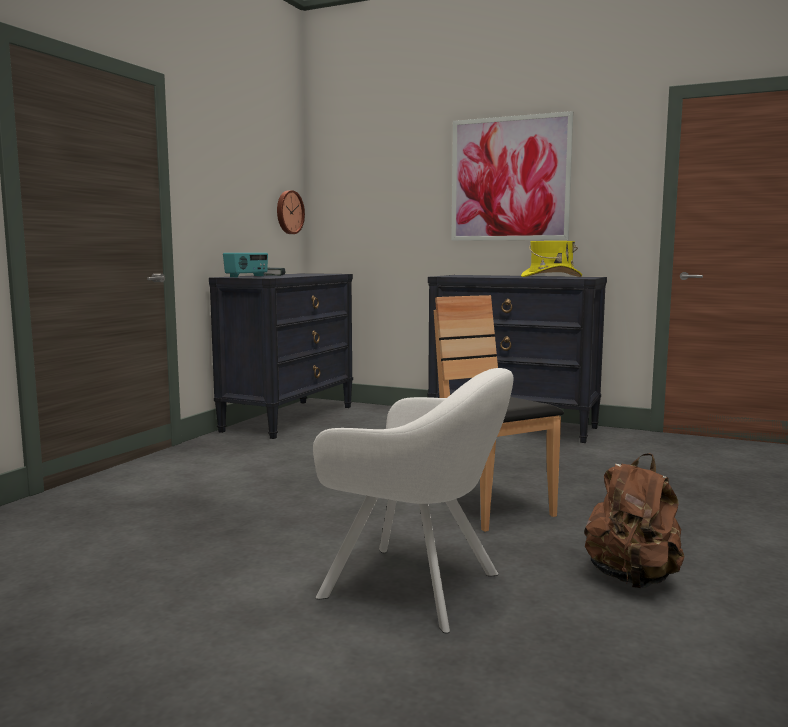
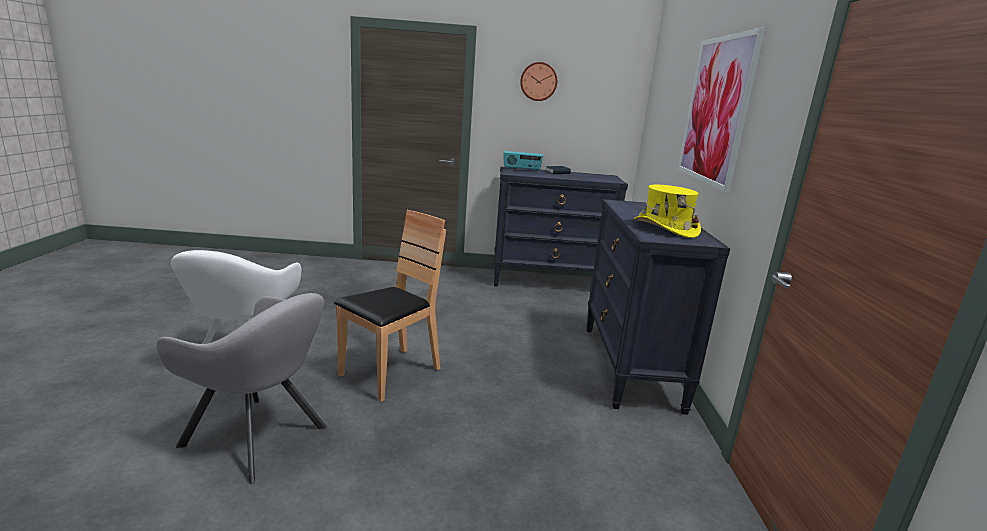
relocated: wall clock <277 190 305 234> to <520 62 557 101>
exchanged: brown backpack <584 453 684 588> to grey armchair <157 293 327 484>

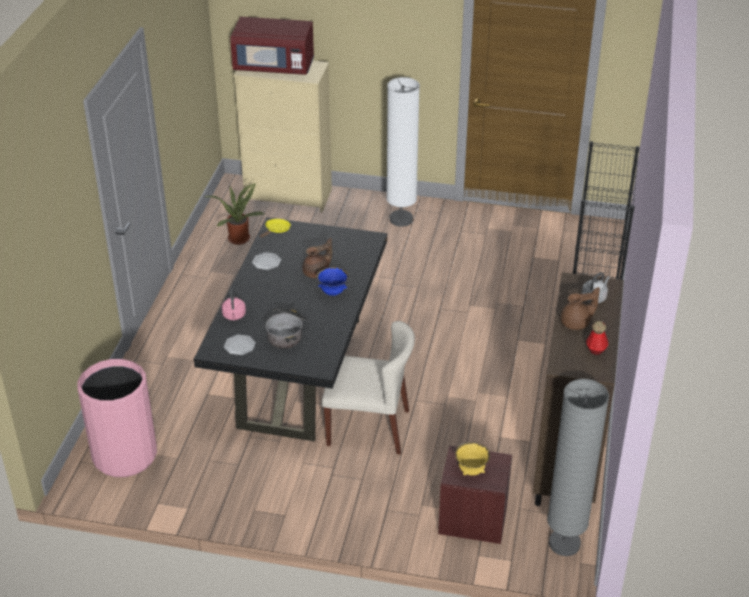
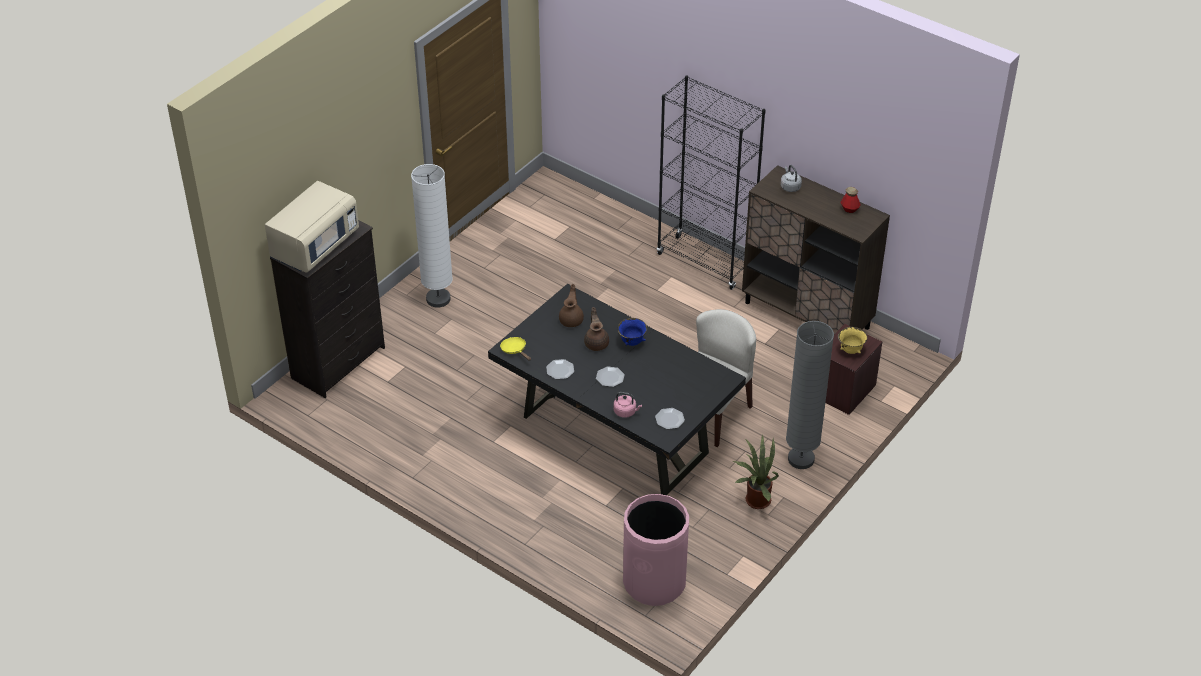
missing: cooking pot <265 308 308 349>
appeared: plate <596 366 625 387>
relocated: brown teapot <560 287 600 330> to <559 284 584 327>; potted plant <205 183 264 245> to <732 434 779 509>; grey floor lamp <547 379 609 556> to <786 321 834 469>
colour: red microwave <230 17 314 75> to beige microwave <265 181 359 273>; beige dresser <233 61 332 213> to black dresser <270 220 385 398>

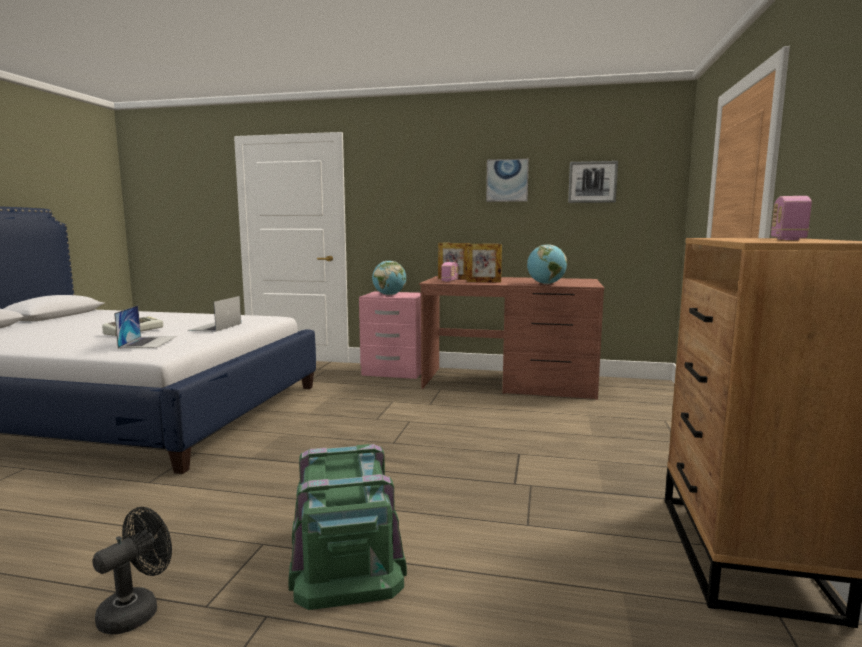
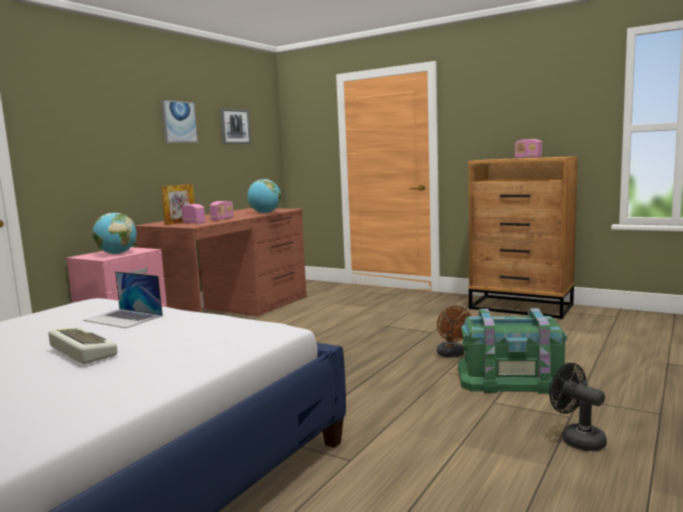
missing: laptop <114 305 177 348>
appeared: brown fan <437 306 471 357>
exchanged: picture frame <467 244 502 283> to radio <209 201 234 221>

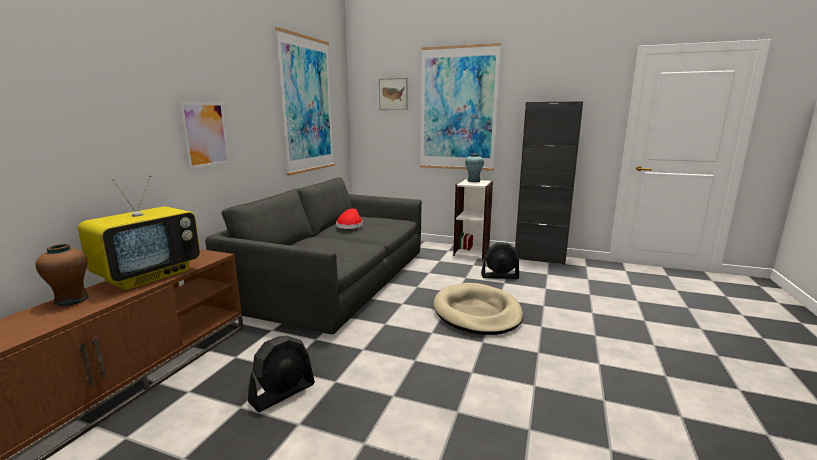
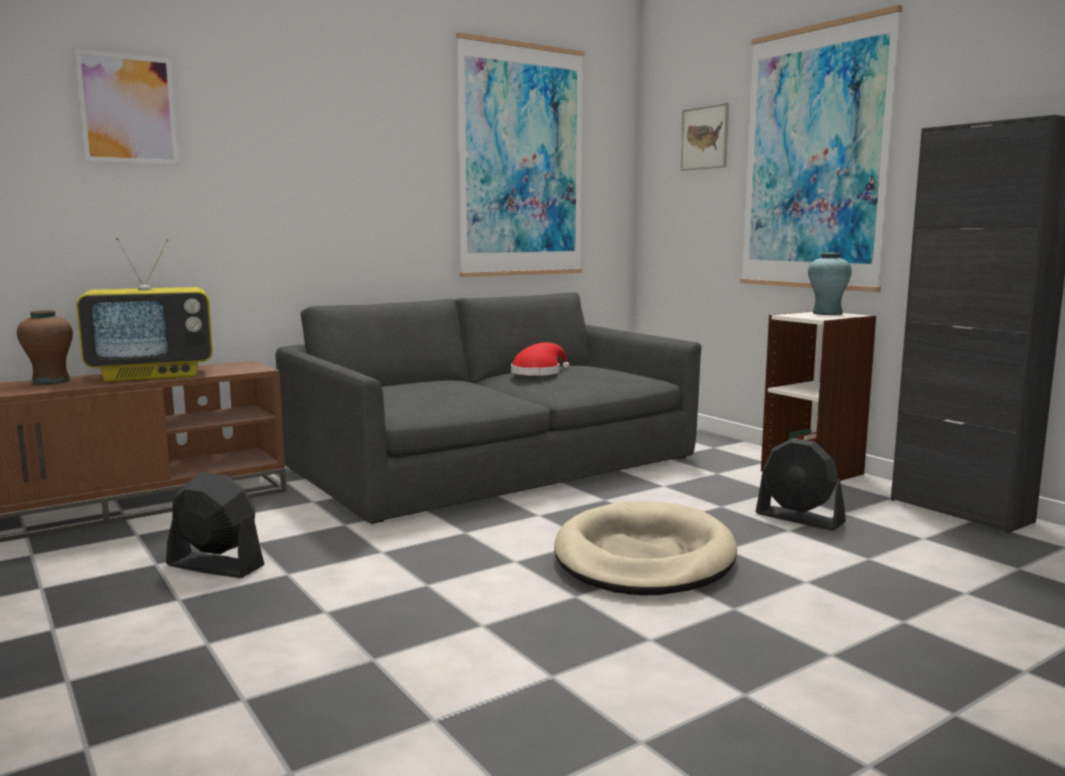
relocated: picture <179 101 230 169> to <74 49 179 165>
spun: black fan <248 336 315 412> = <166 472 264 578> 150 degrees counterclockwise

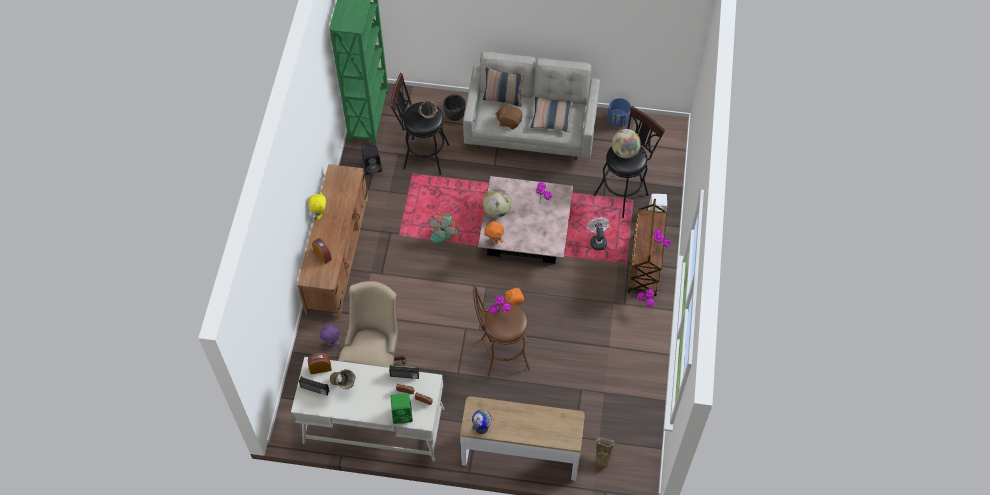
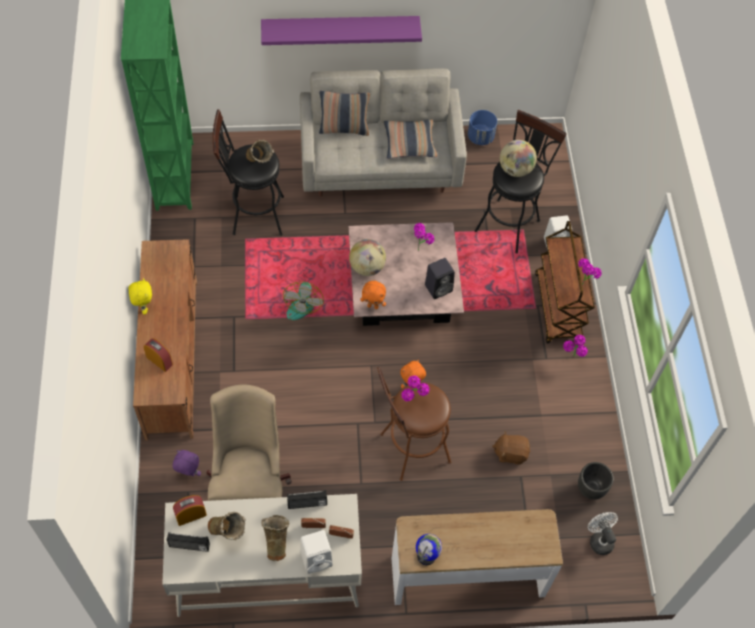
appeared: purple shelf <261 16 422 45>
relocated: beige vase <596 436 615 468> to <261 515 289 561>; black speaker <362 145 382 175> to <425 258 455 299>; brown plush toy <496 103 522 129> to <492 431 530 465>; black planter <443 94 466 121> to <578 462 614 500>; white fan <587 218 610 251> to <588 512 618 555>
colour: green speaker <391 393 413 424> to white speaker <301 530 333 574>

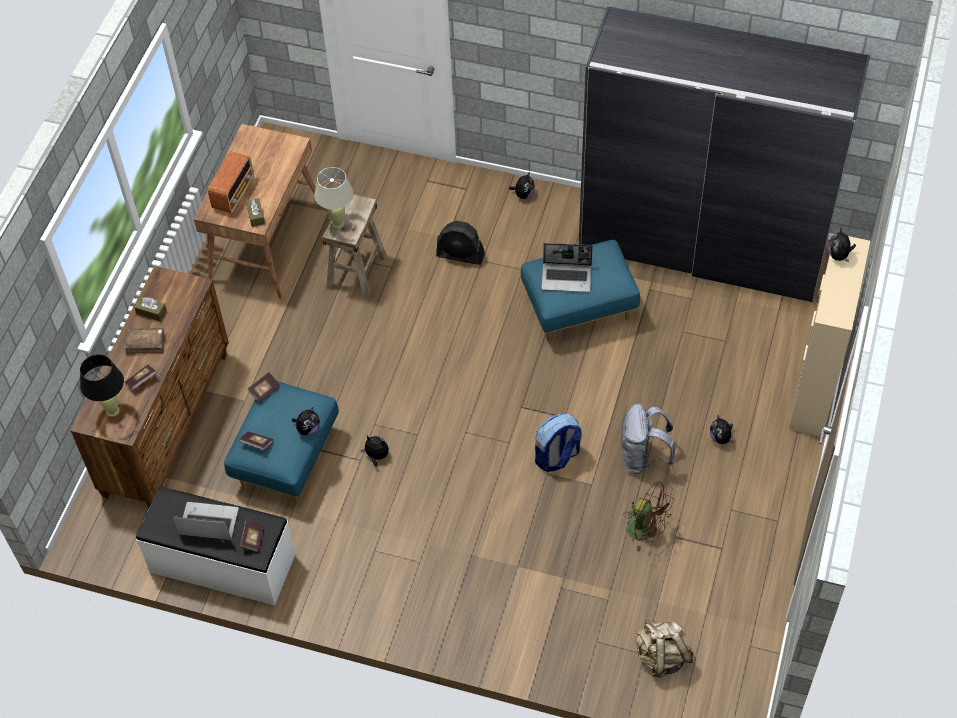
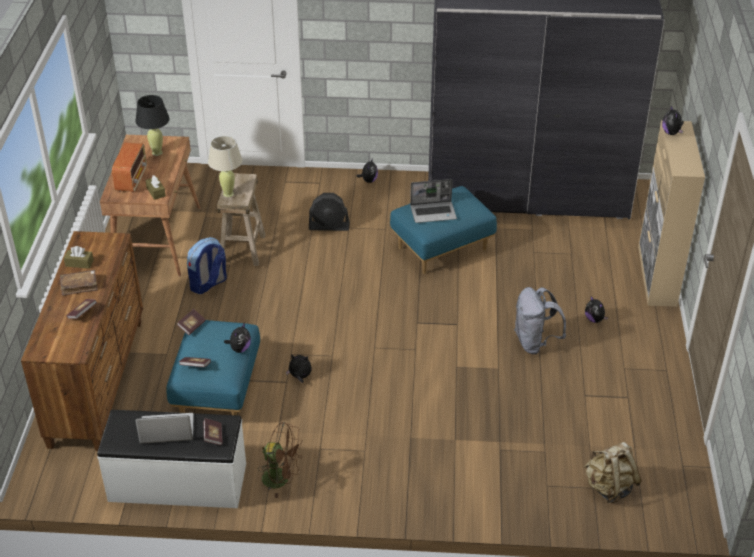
relocated: black table lamp <80 354 124 417> to <135 95 170 156>; backpack <535 413 582 472> to <187 237 227 294>; brown fan <623 481 674 551> to <257 422 303 498>

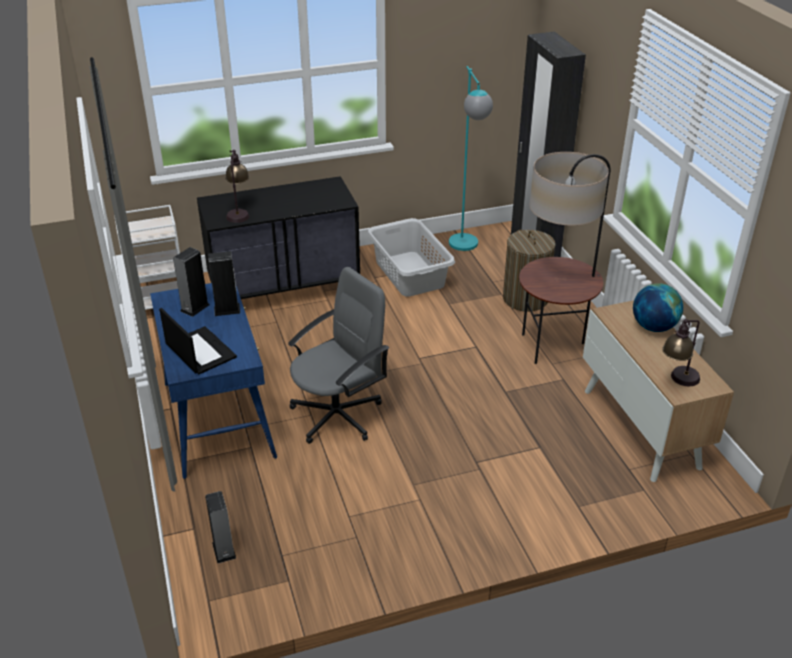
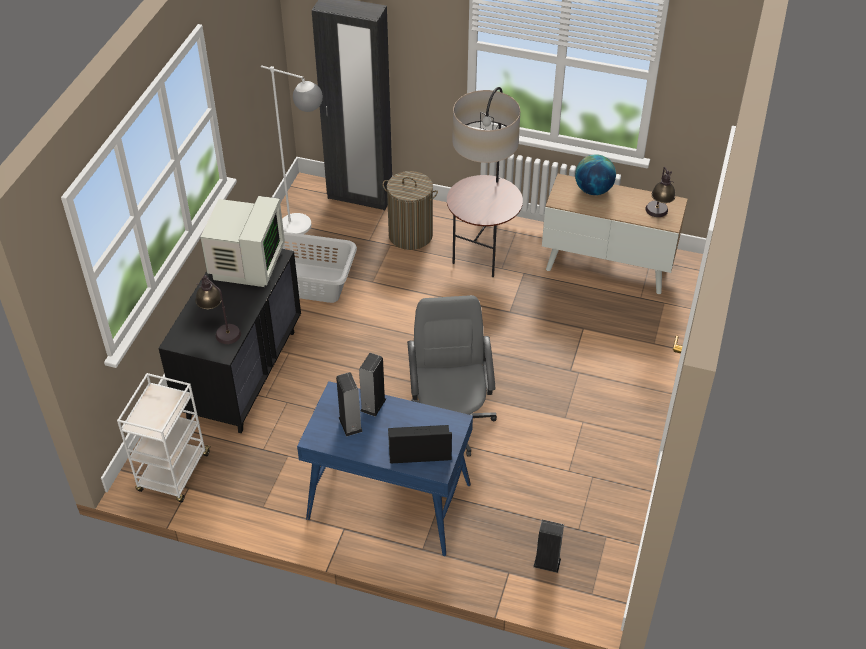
appeared: monitor <200 196 285 287>
colour: turquoise floor lamp <449 66 493 251> to white floor lamp <261 65 323 234>

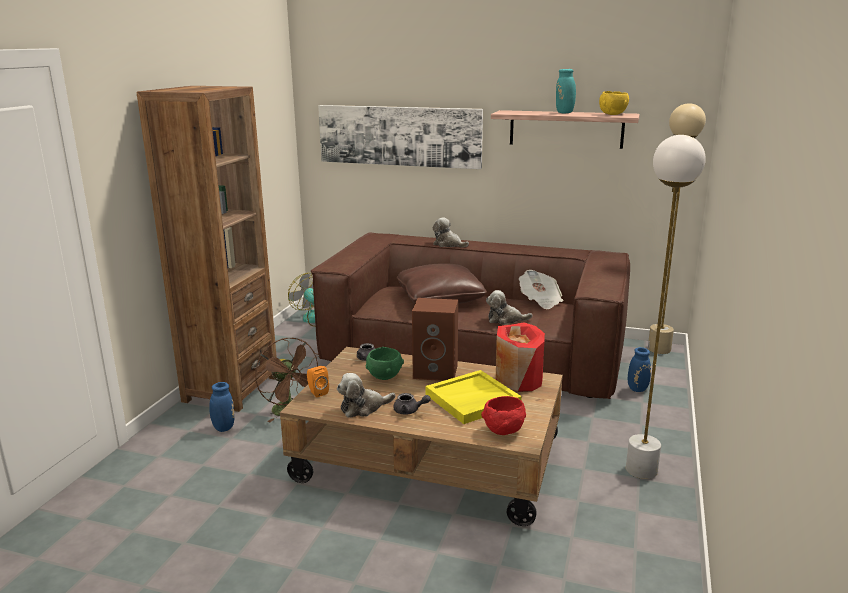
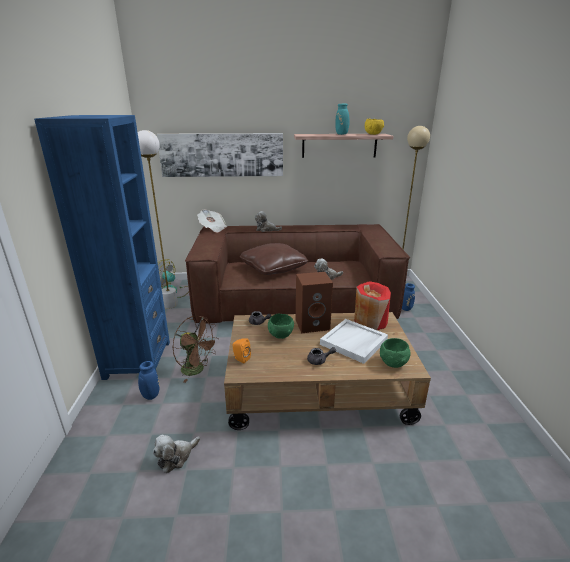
relocated: white floor lamp <626 135 706 479> to <138 130 178 308>; plush toy <337 373 395 418> to <153 435 200 473>; newspaper <519 270 563 309> to <197 210 227 233>
colour: brown bookcase <136 86 277 412> to blue bookcase <34 115 170 380>; yellow tray <425 370 522 424> to white tray <320 319 388 364>; red bowl <481 396 526 435> to green bowl <380 338 411 368>

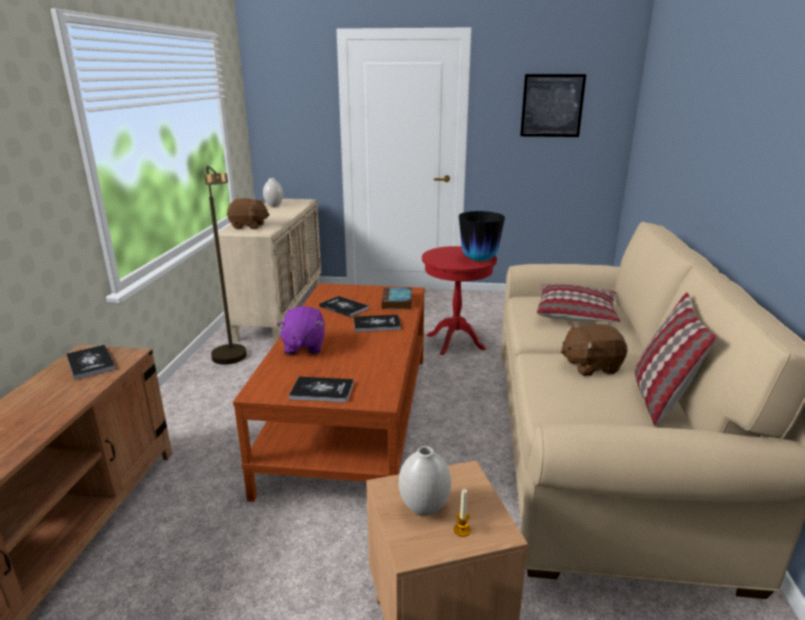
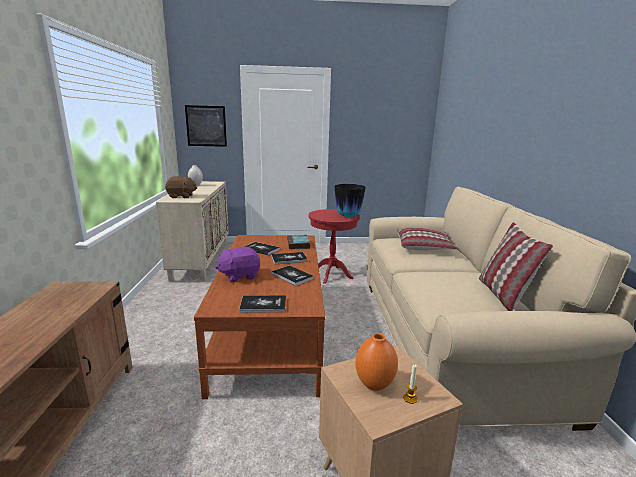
missing: brown floor lamp <204 165 247 365>; brown plush toy <561 324 627 376>
relocated: picture <520 74 586 137> to <185 105 227 147>; book <66 345 116 380> to <271 266 314 286>
colour: white vase <399 446 451 516> to orange vase <355 333 398 391>
spun: purple plush toy <277 306 325 355> = <215 247 260 282> 75 degrees clockwise

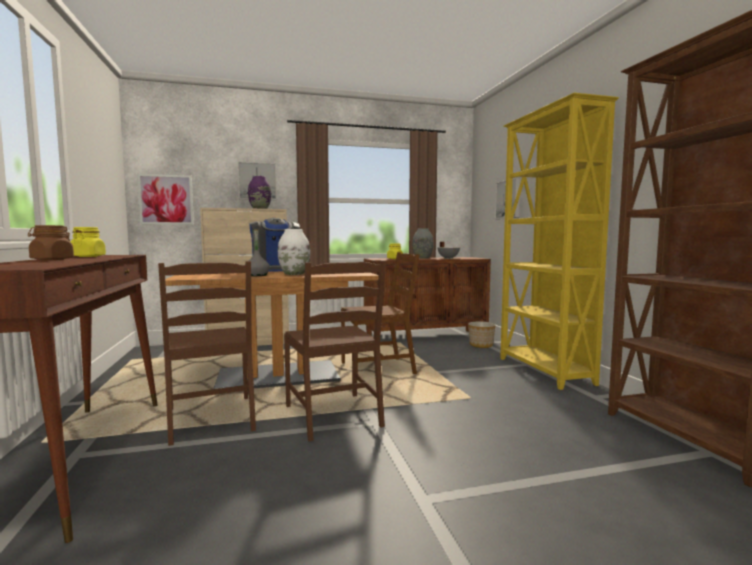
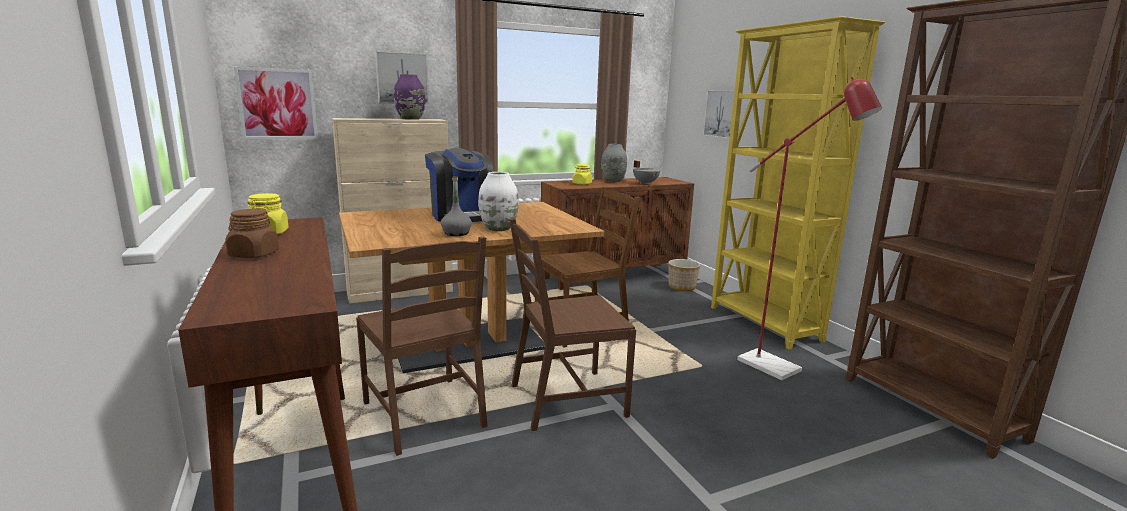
appeared: red floor lamp <737 77 882 380>
spun: brown chair <284 261 386 441> = <509 219 636 431> 105 degrees clockwise

